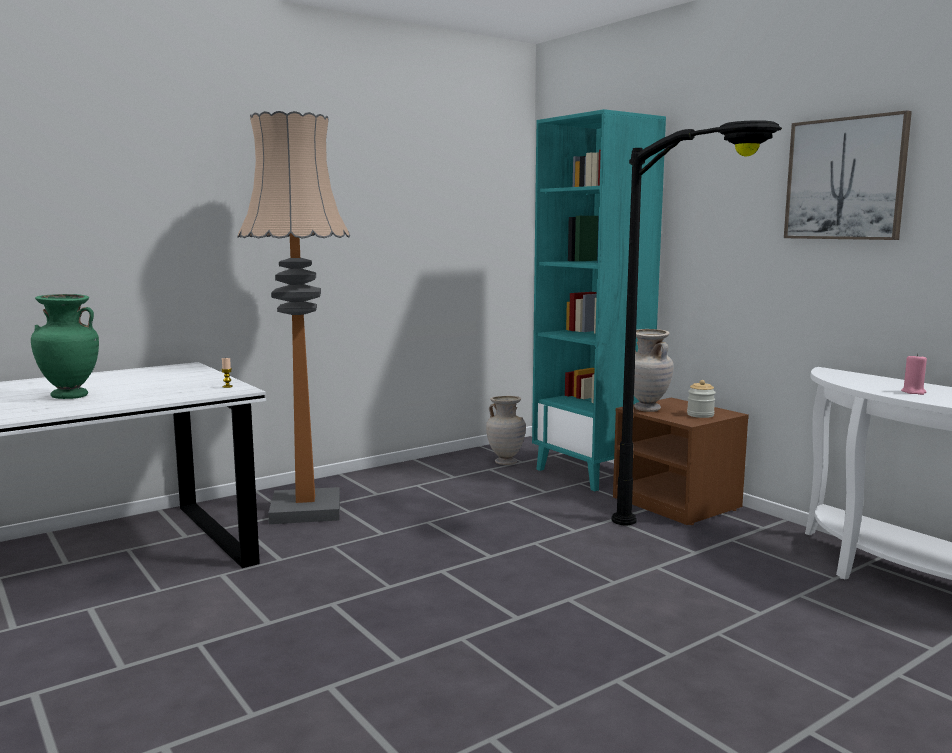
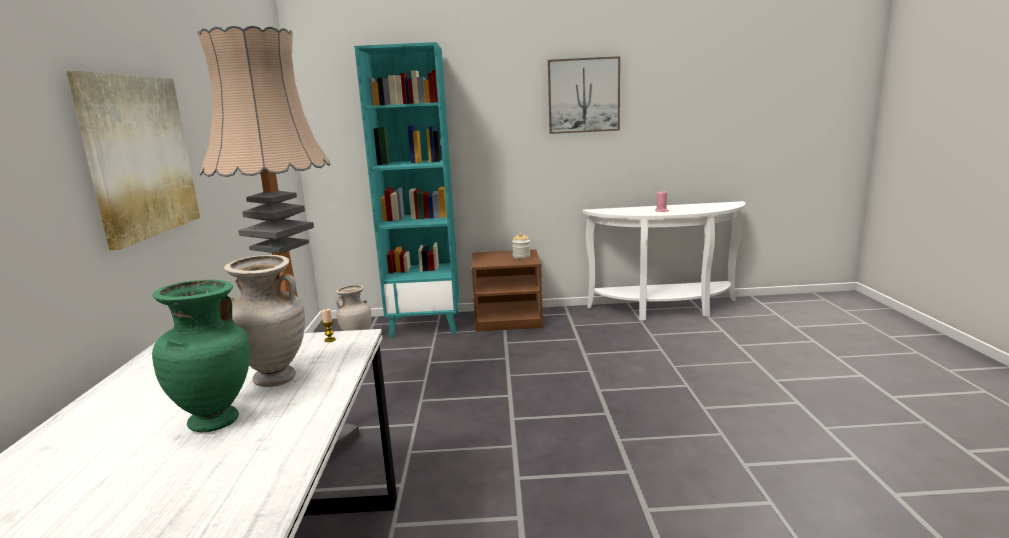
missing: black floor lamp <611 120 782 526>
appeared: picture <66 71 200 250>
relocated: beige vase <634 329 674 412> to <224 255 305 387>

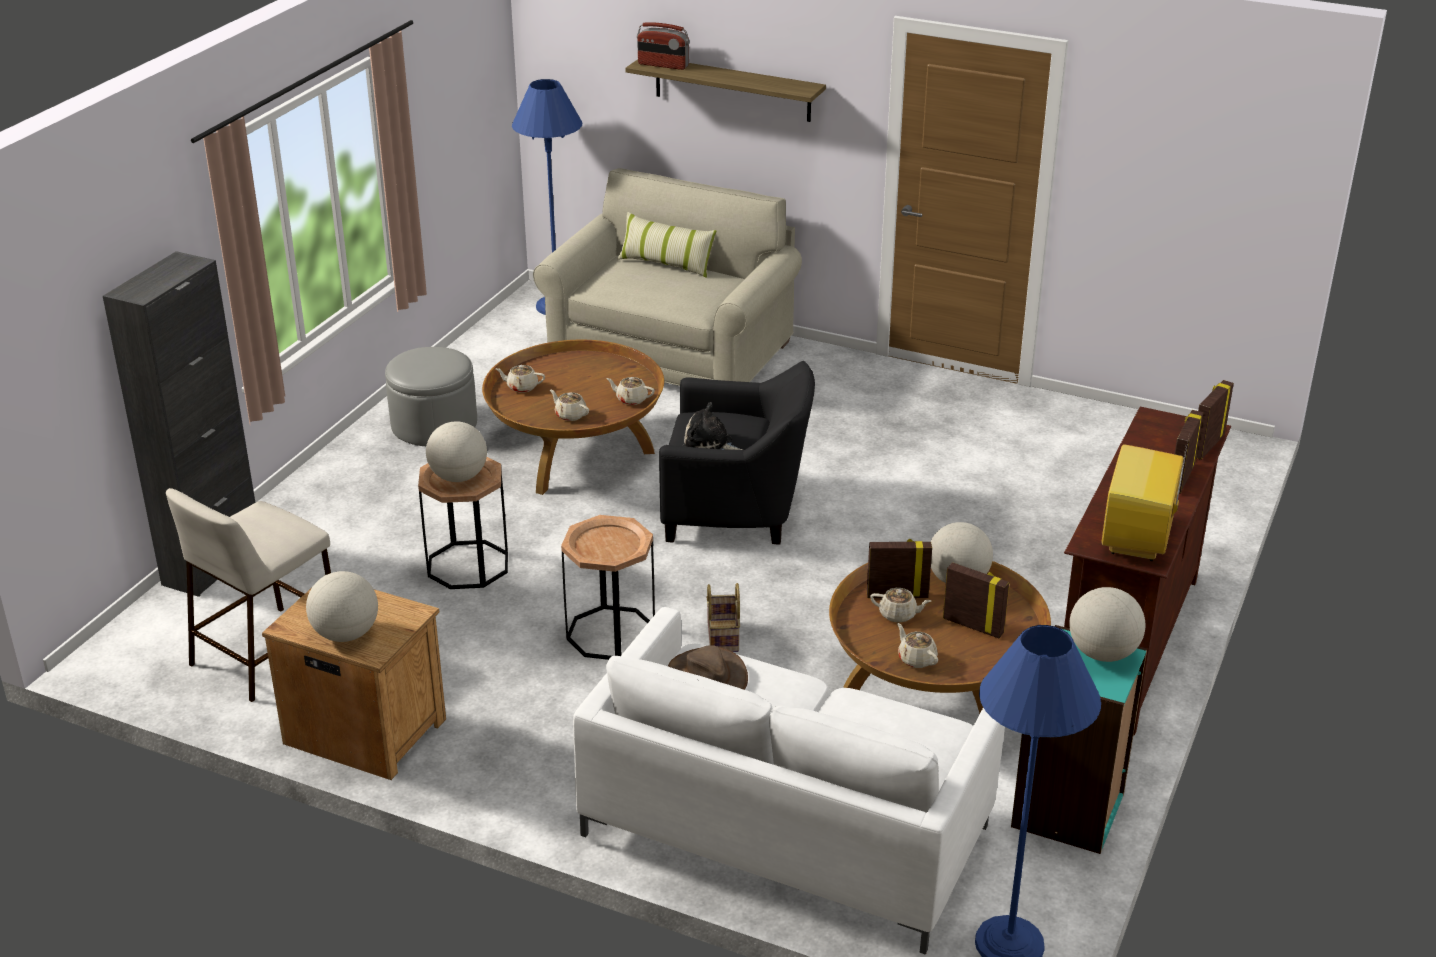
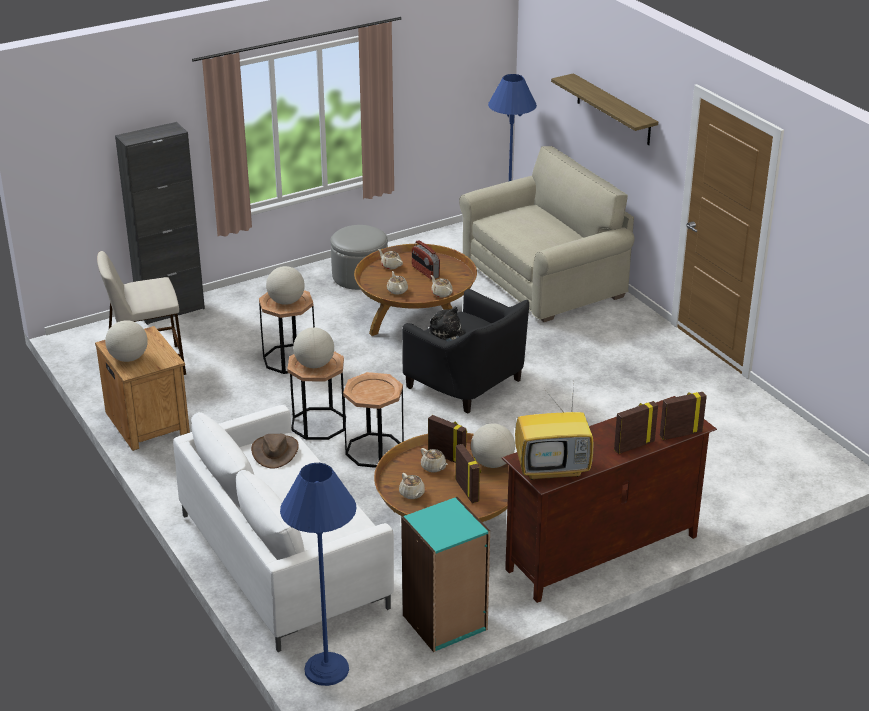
missing: pillow <618 212 716 278>
relocated: globe <1069 587 1145 662> to <293 327 334 368>; radio <637 22 690 70> to <412 240 440 280>
exchanged: basket <706 583 740 652> to brown side table <343 372 404 468>
spun: beige teapot <897 623 938 668> = <399 473 425 499> 150 degrees clockwise; television <1101 437 1189 561> = <515 385 593 480> 150 degrees counterclockwise

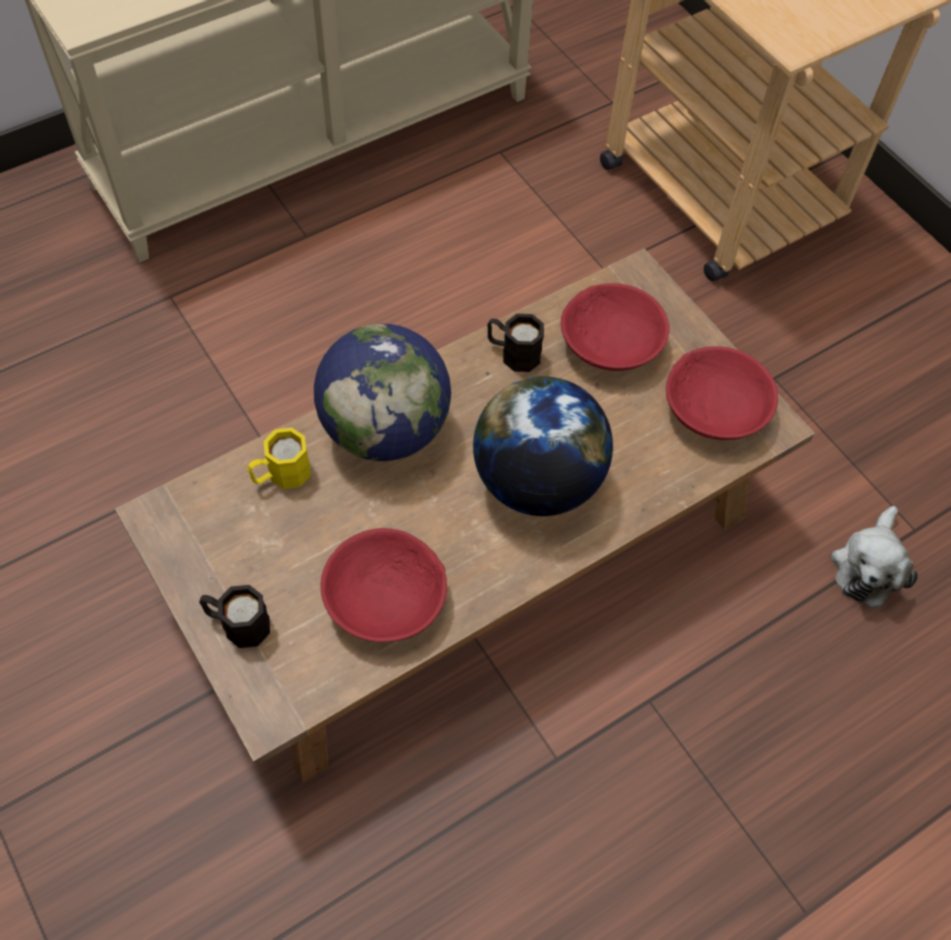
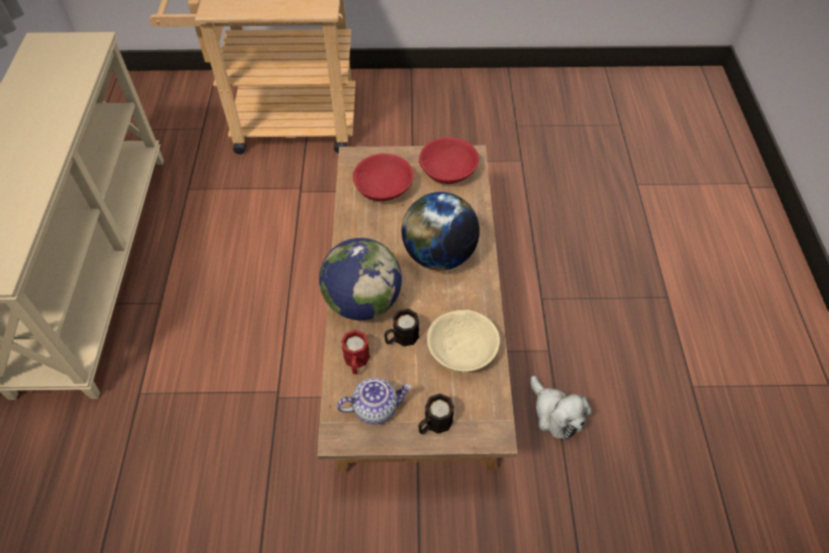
appeared: teapot <337 378 412 425>
relocated: black mug <487 314 544 372> to <384 309 419 346>; plush toy <831 506 918 609> to <530 376 592 440>
colour: yellow mug <247 428 311 489> to red mug <341 330 370 374>; red bowl <321 528 447 642> to beige bowl <427 310 500 372>

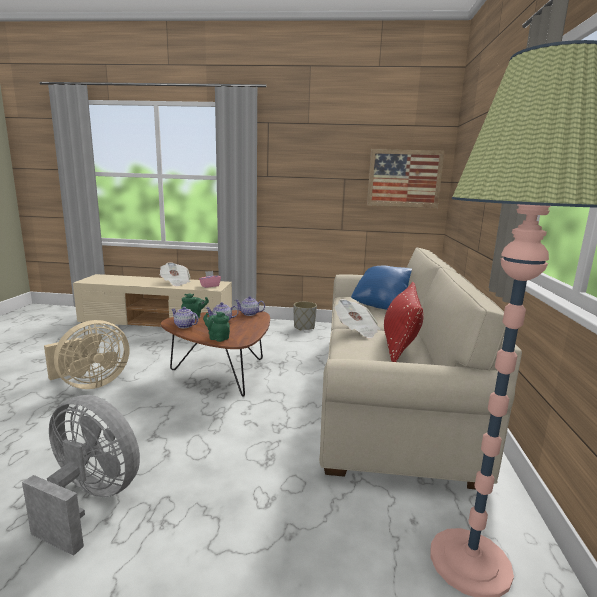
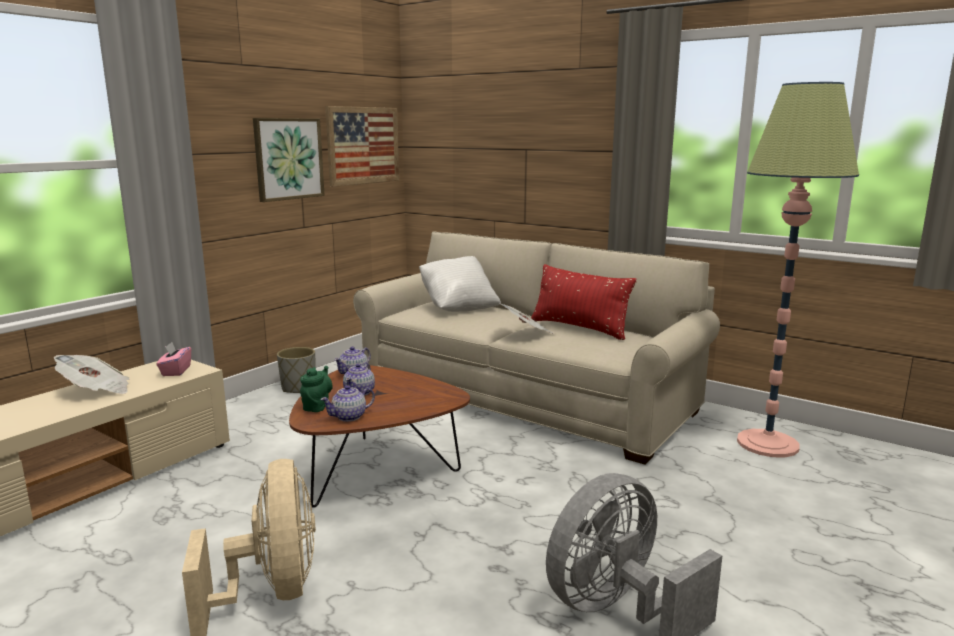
missing: green teapot <203 312 230 342>
appeared: picture <253 118 325 202>
colour: blue pillow <351 266 412 310> to white pillow <419 256 501 312>

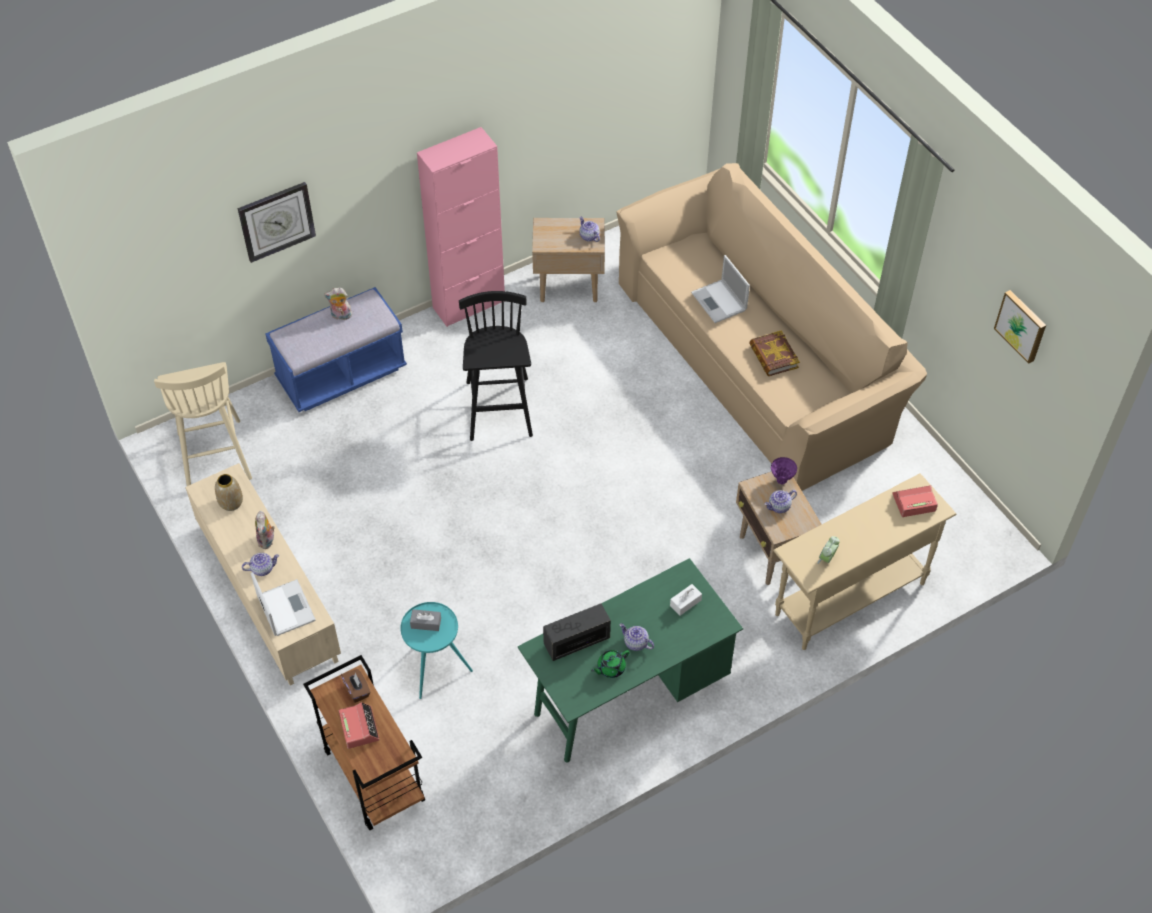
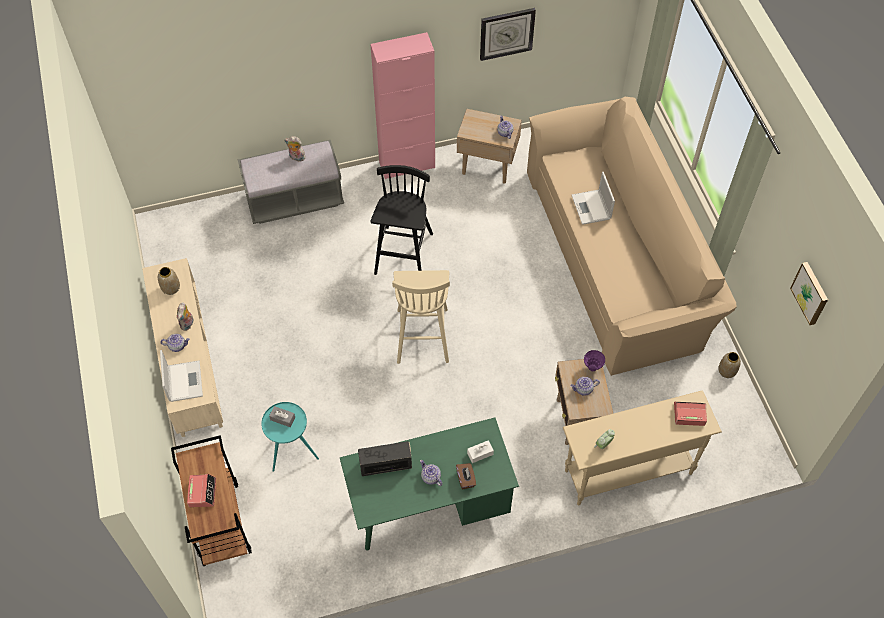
missing: green teapot <591 650 630 678>; book <749 330 800 376>
appeared: vase <718 352 741 378>
relocated: beige stool <154 362 252 486> to <392 270 450 364>; brown tissue box <341 669 371 703> to <456 463 476 489>; wall clock <238 182 316 263> to <480 8 536 61>
colour: blue bench <265 287 407 412> to grey bench <238 140 344 224>

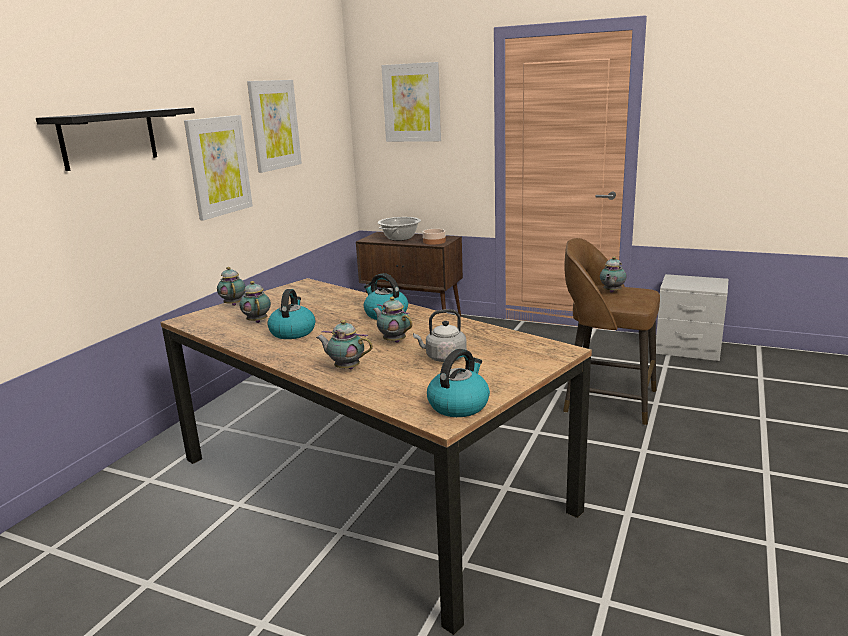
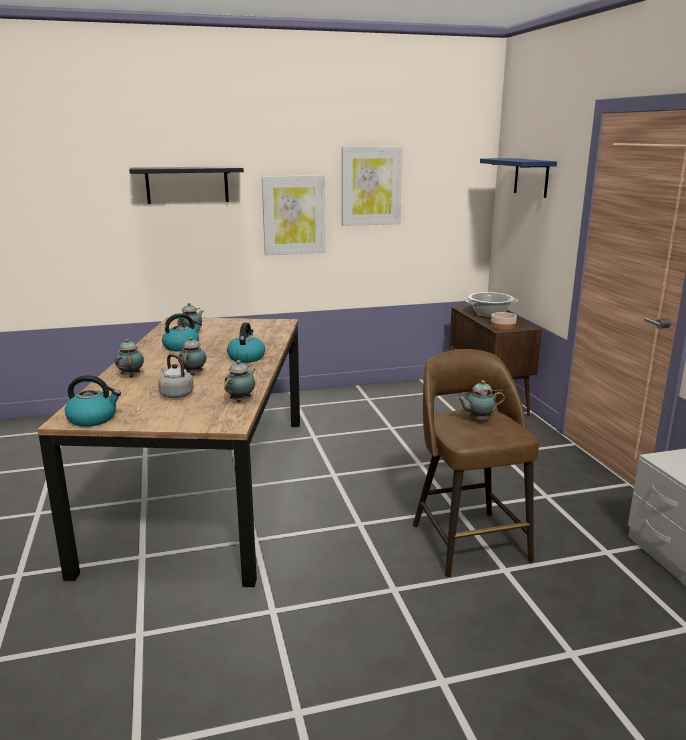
relocated: teapot <217 267 246 306> to <224 360 255 402>
exchanged: picture <381 62 441 142> to blue shelf <480 158 557 198>

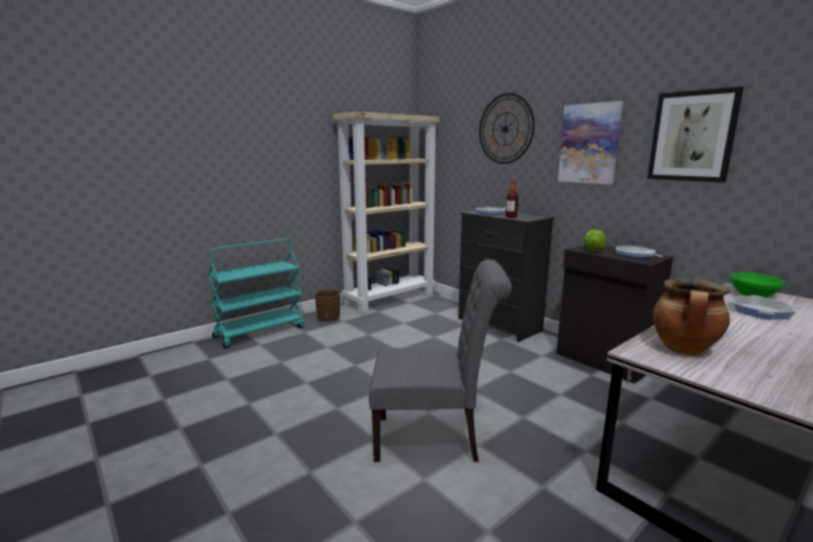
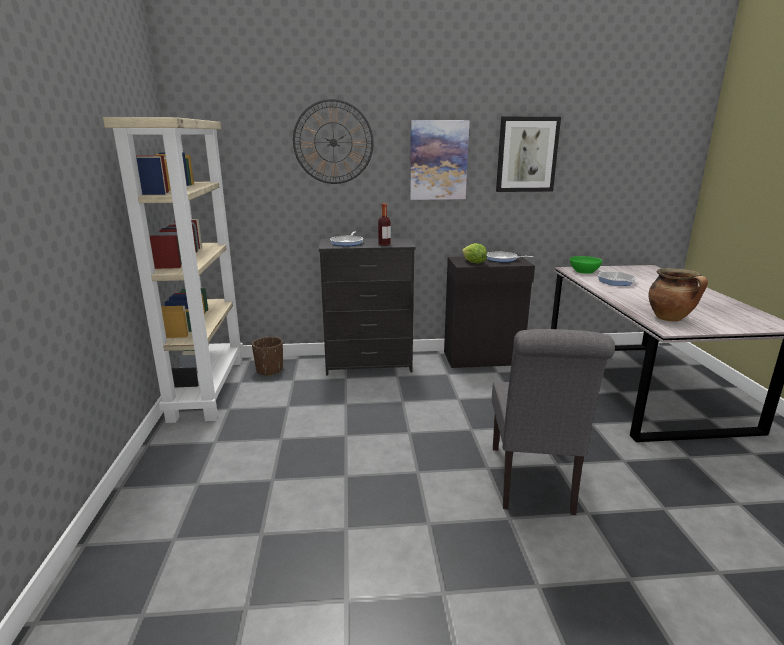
missing: turquoise cart <208 238 304 348>
relocated: brown planter <315 290 340 321> to <252 337 283 376>
spun: grey chair <369 260 512 462> = <492 329 615 515> 150 degrees clockwise

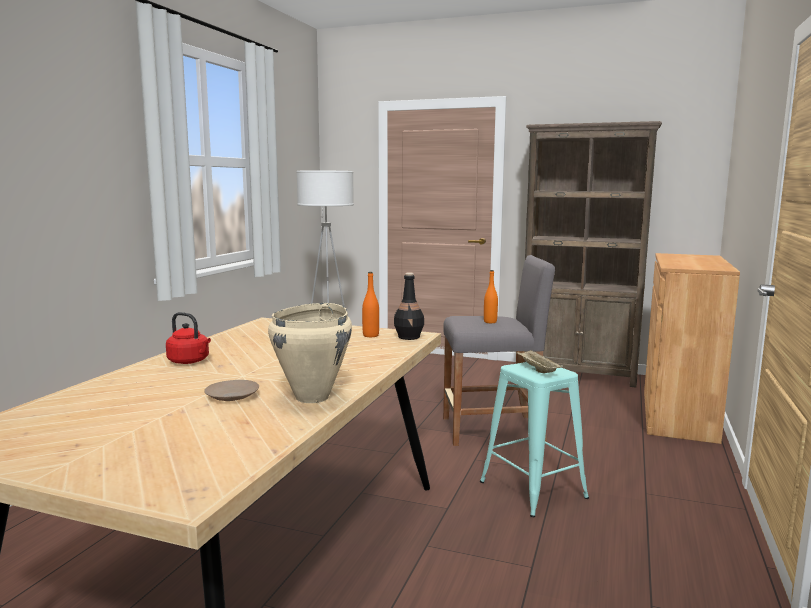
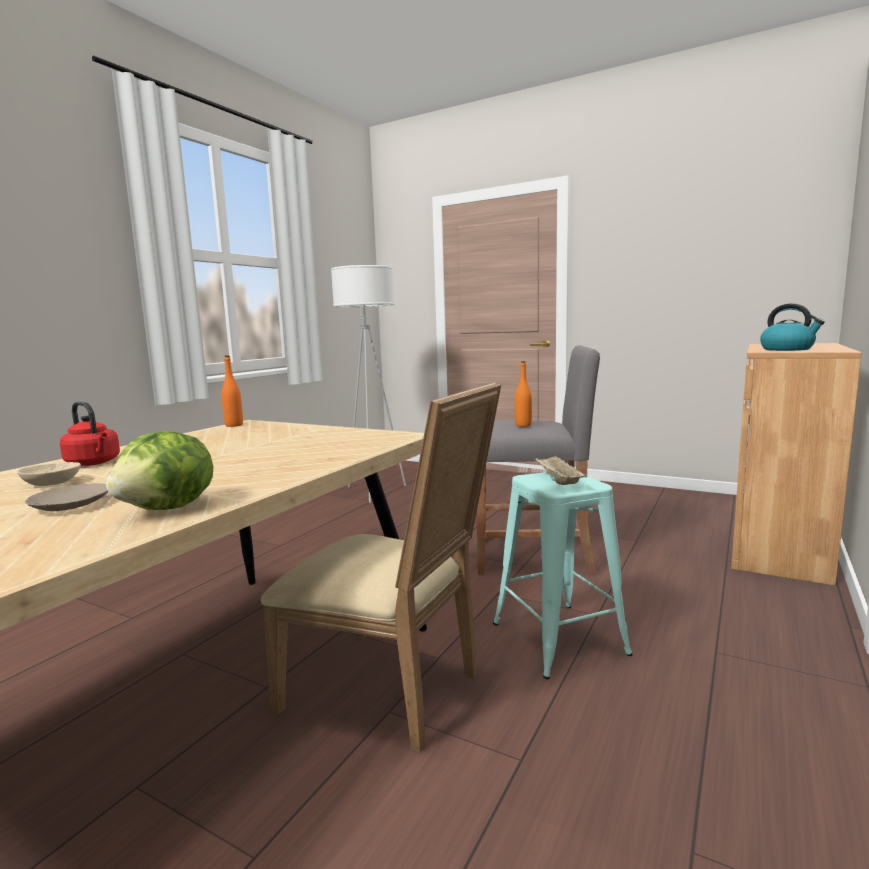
missing: black bottle <394 272 424 340>; brown bookcase <524 121 662 388>
appeared: beige bowl <17 462 81 486>; beige chair <261 382 501 753>; kettle <760 304 825 351>
relocated: orange bottle <362 272 379 337> to <221 355 243 427>
exchanged: beige cooking pot <268 303 352 403> to lettuce <106 431 213 510>

